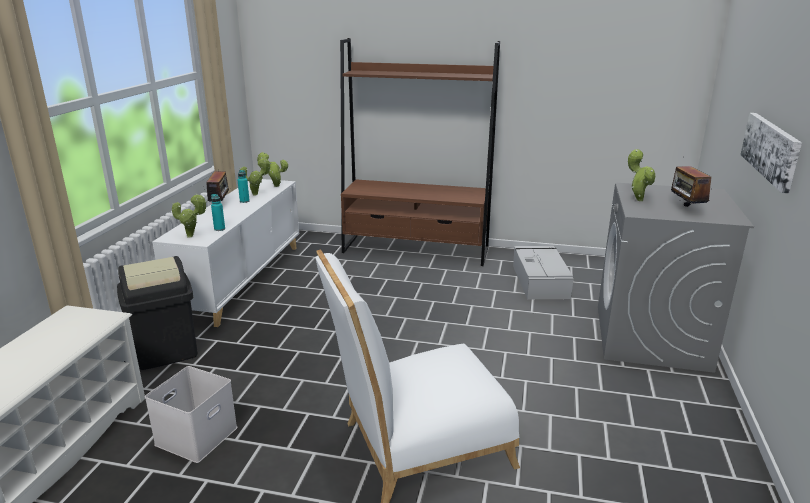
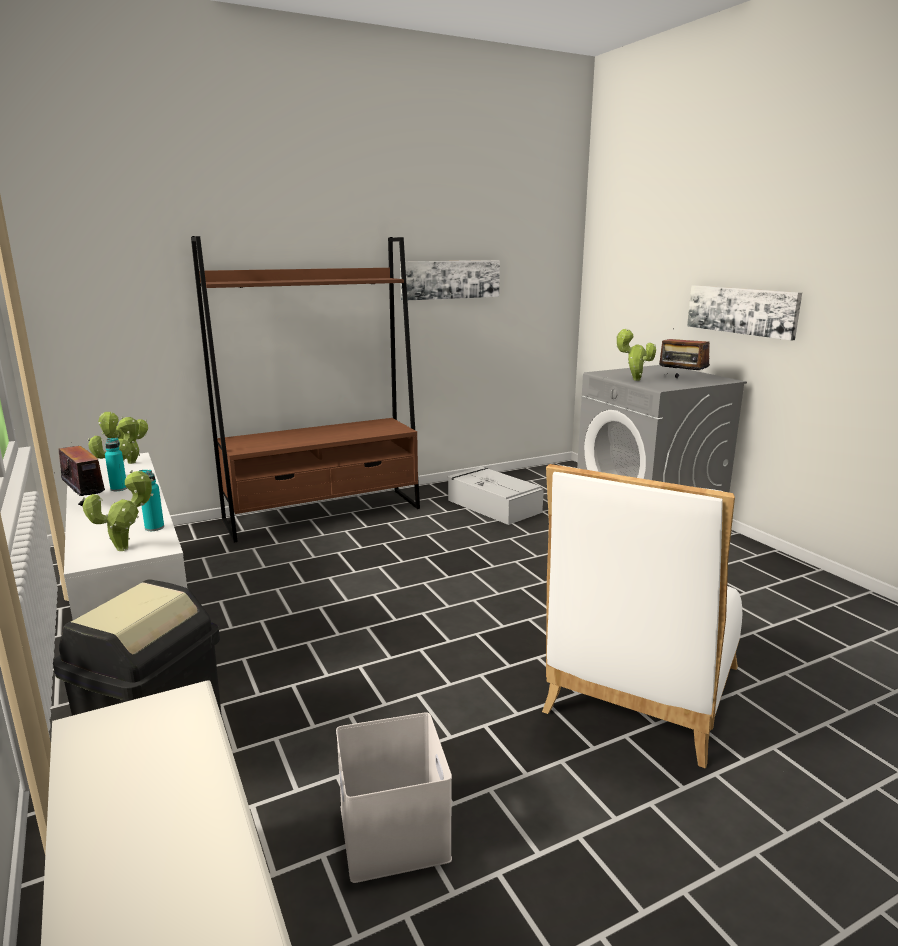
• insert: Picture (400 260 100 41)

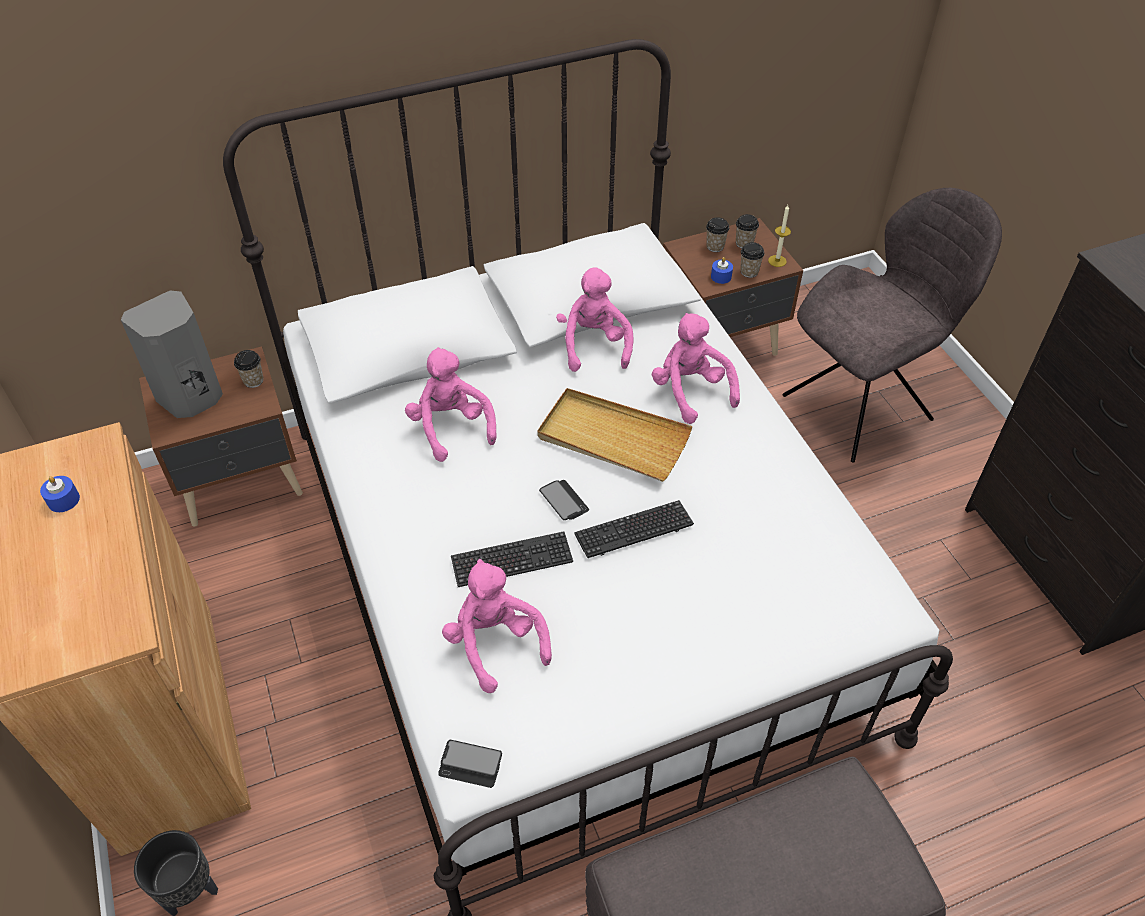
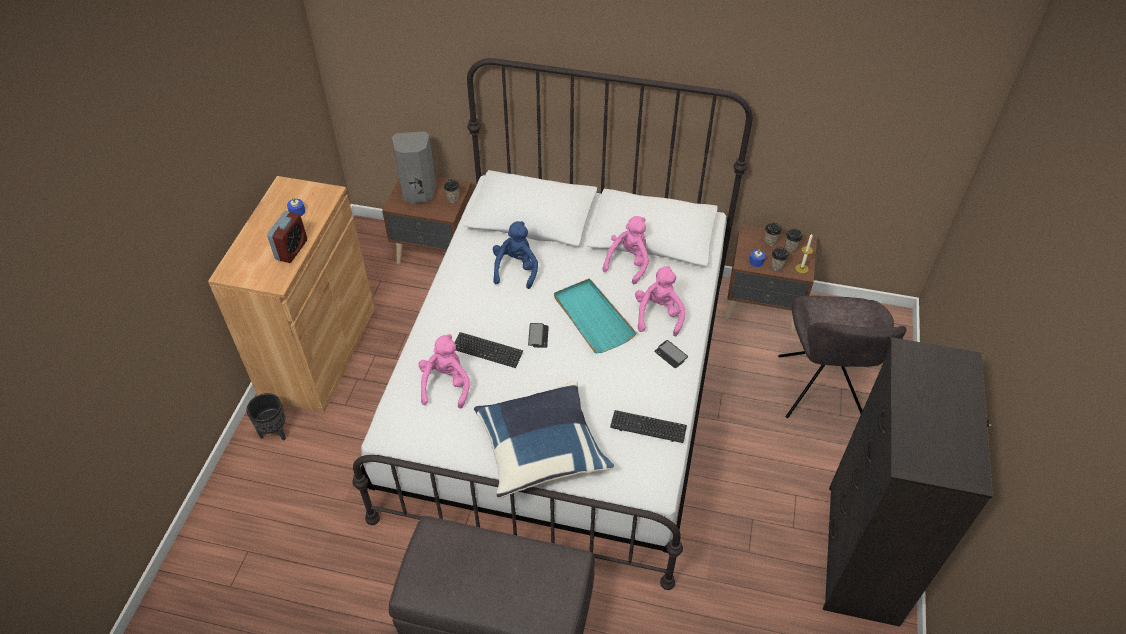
• insert: AlarmClock (267 211 40 52)
• insert: BluePillow (474 381 140 118)
• recolor: PinkPlushToy (405 347 92 115) to BluePlushToy (493 221 45 68)
• recolor: BeigeTray (537 388 155 94) to TurquoiseTray (554 278 83 75)
• move: Keyboard (574 500 120 58) to (610 410 77 33)
• move: Phone (438 740 64 48) to (654 340 34 28)
• rotate: GreyChair (782 188 220 275) = (778 296 129 122) 90 degrees clockwise

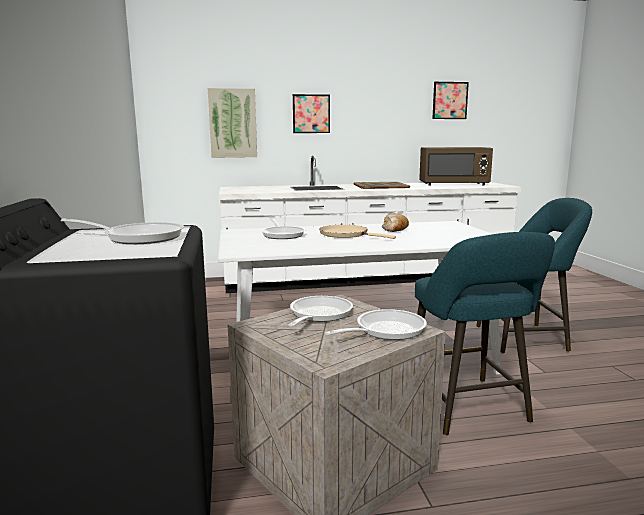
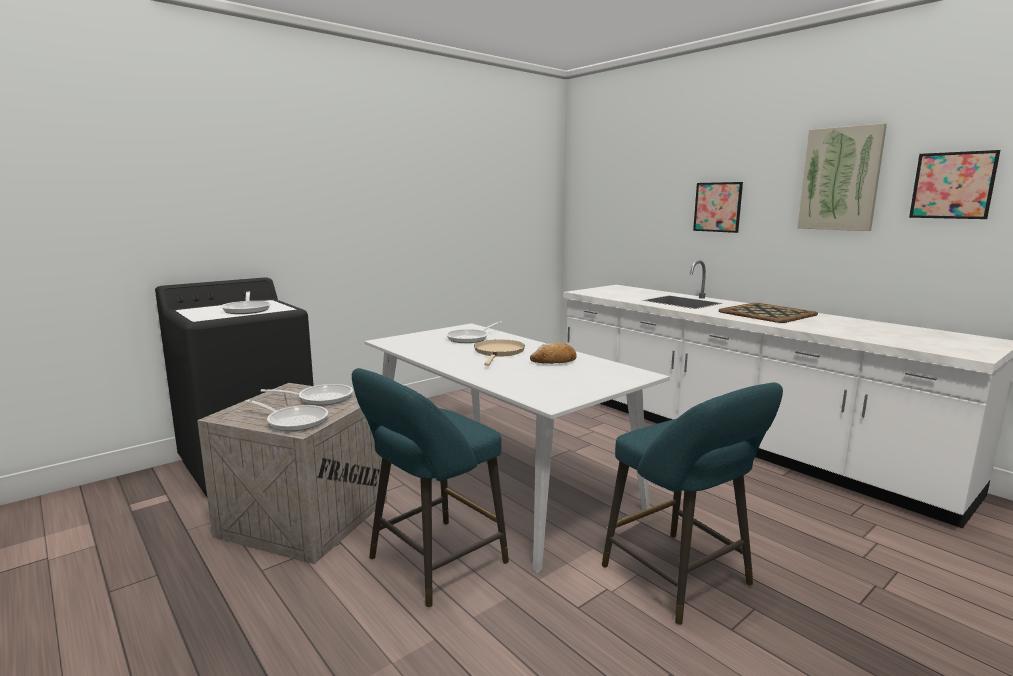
• move: Picture (208 88 49 70) to (797 123 90 108)
• delete: BrownMicrowave (419 147 74 39)

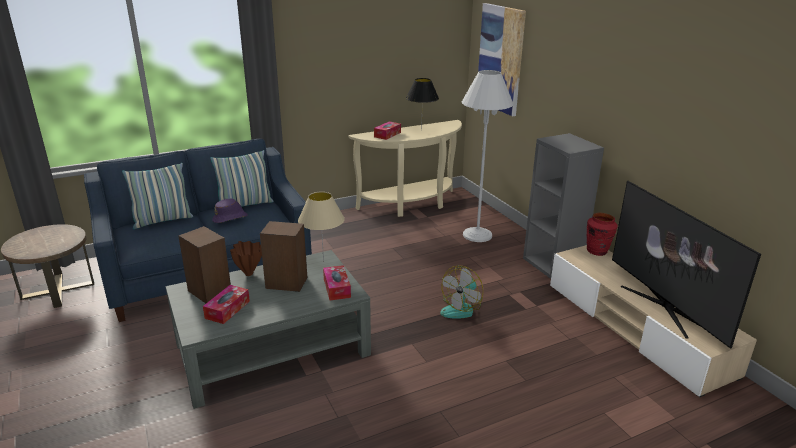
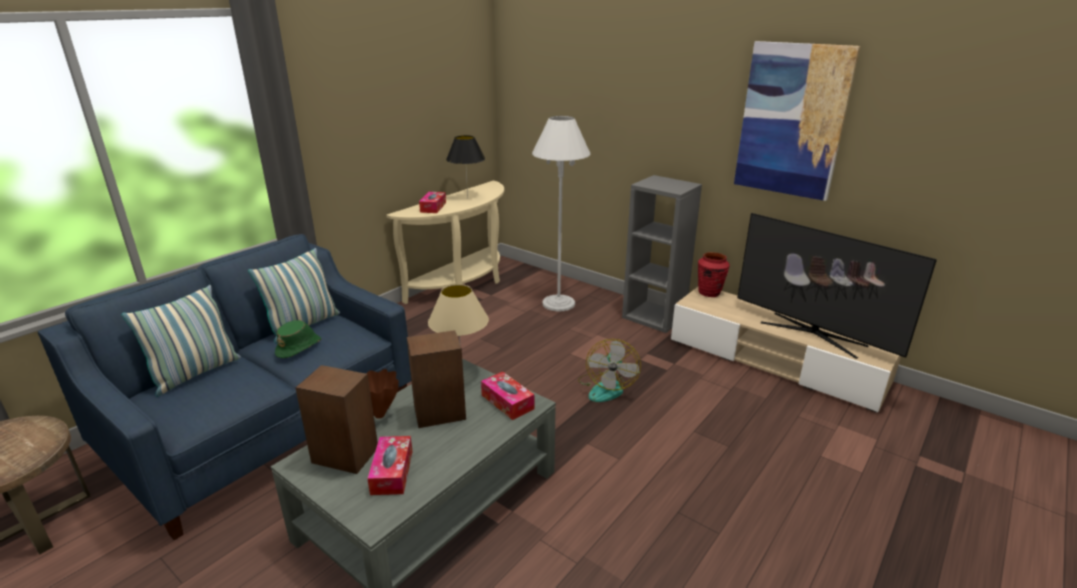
• recolor: PurpleHat (212 198 36 25) to GreenHat (275 320 46 38)
• move: Picture (478 3 48 113) to (734 41 126 160)

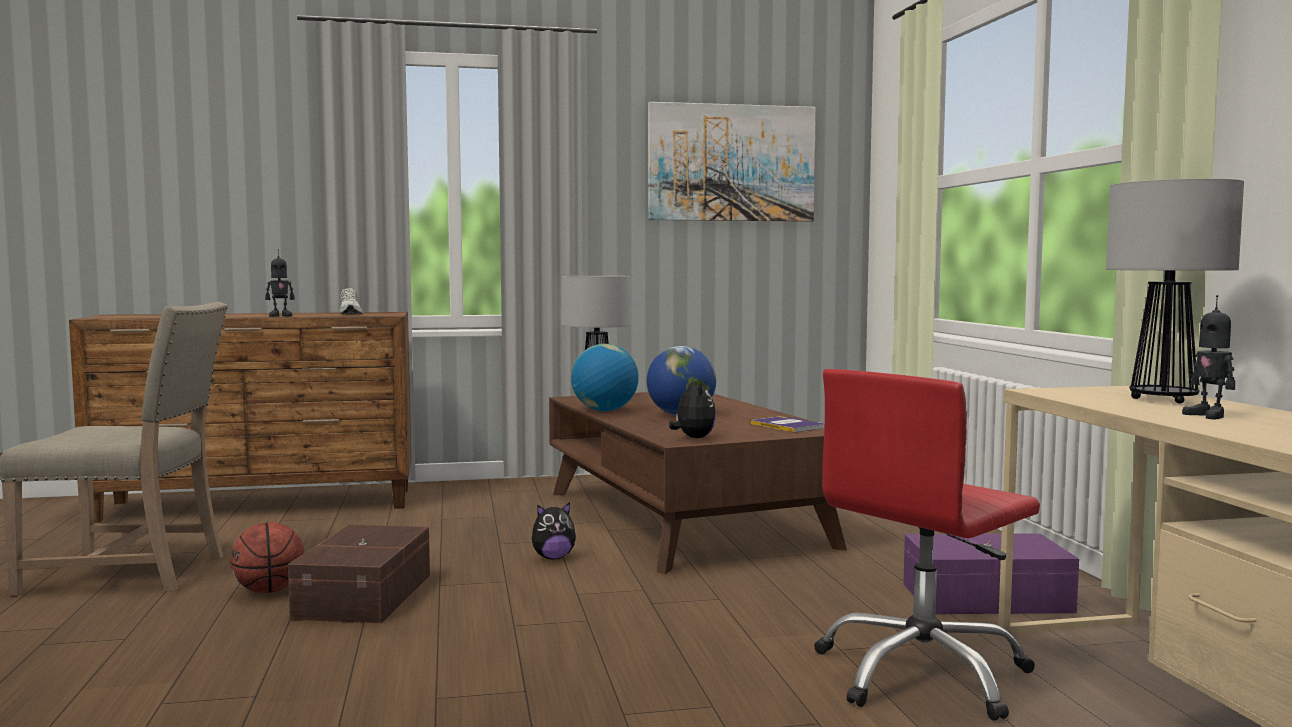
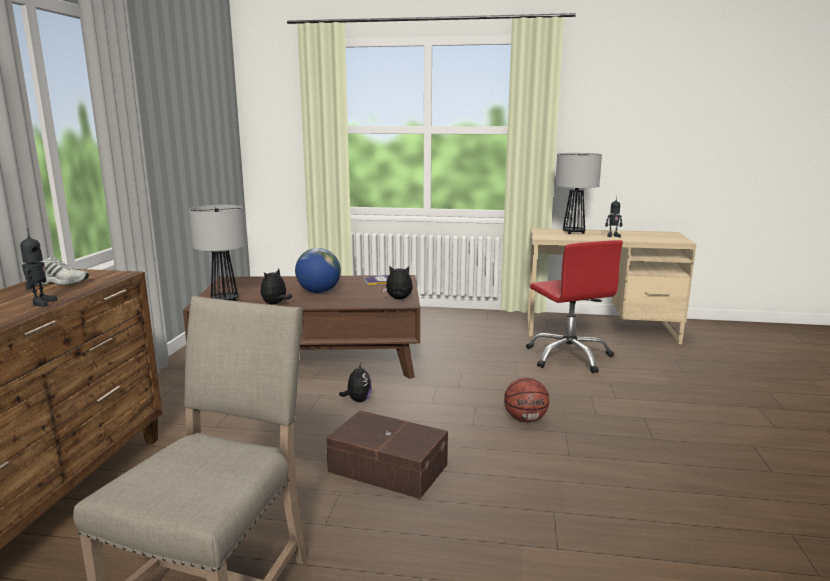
• replace: Globe (571 344 68 67) to PlushToy (260 268 32 36)
• move: Basketball (230 522 75 71) to (504 377 45 45)
• delete: Picture (648 102 168 120)
• delete: PurpleStorageBox (903 533 176 81)

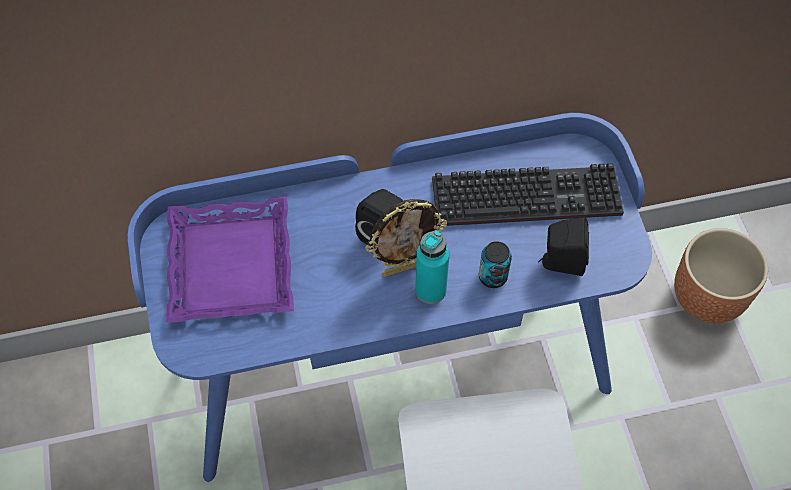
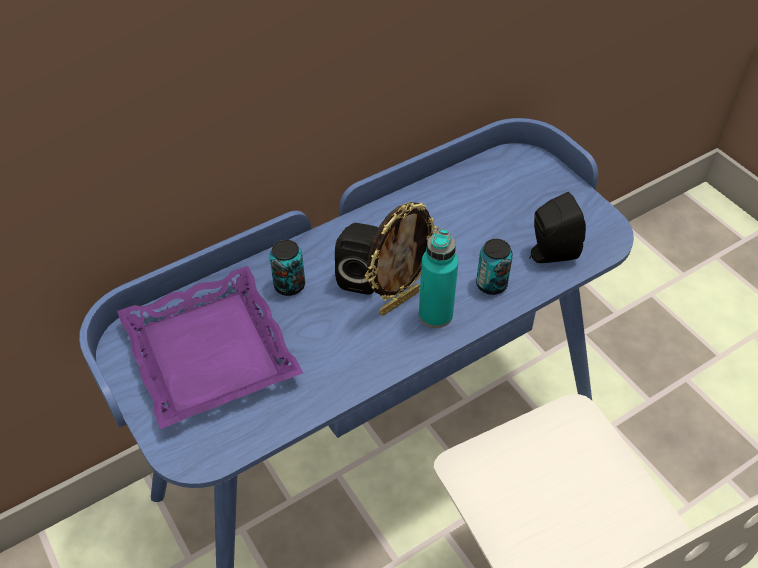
• insert: Can (269 240 36 56)
• delete: Keyboard (432 163 192 63)
• delete: BrownPlanter (674 228 94 95)

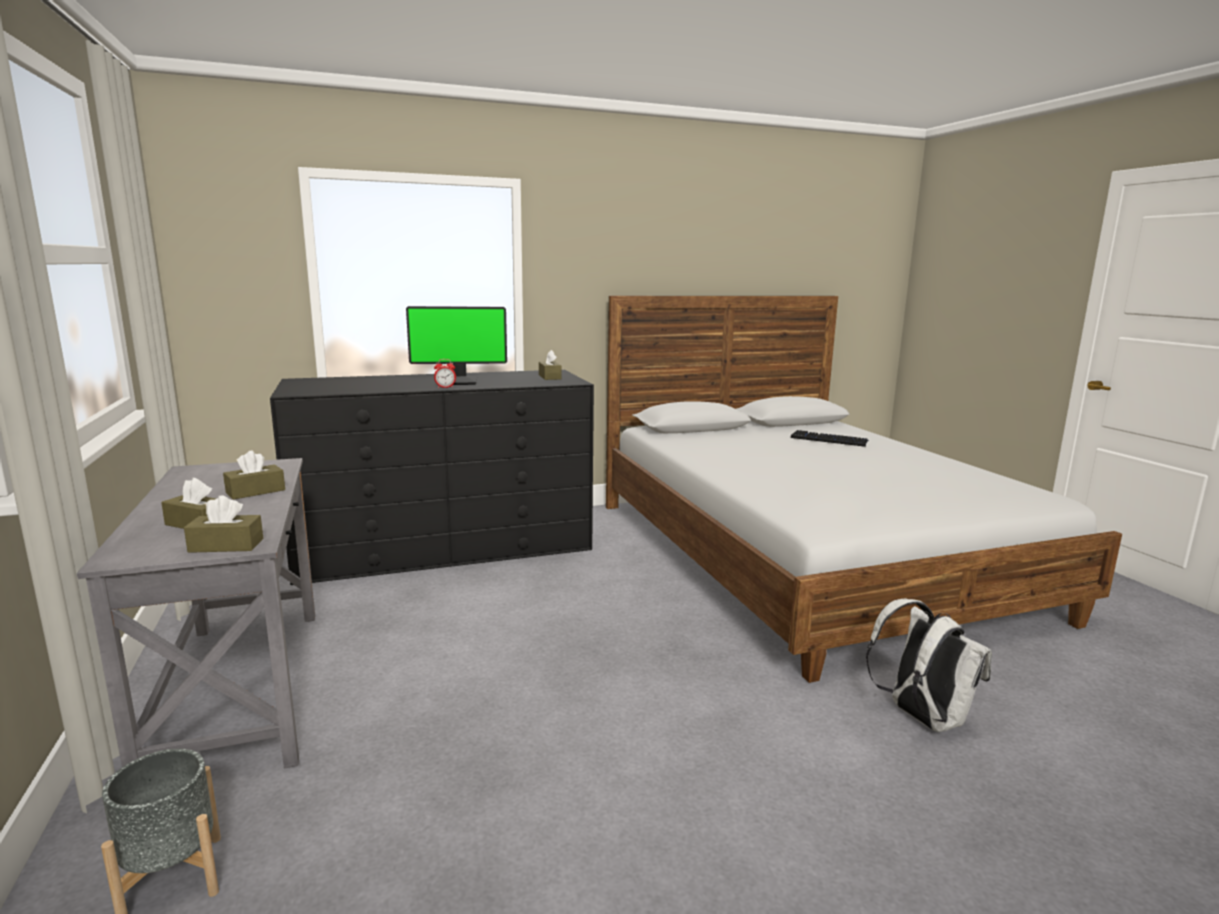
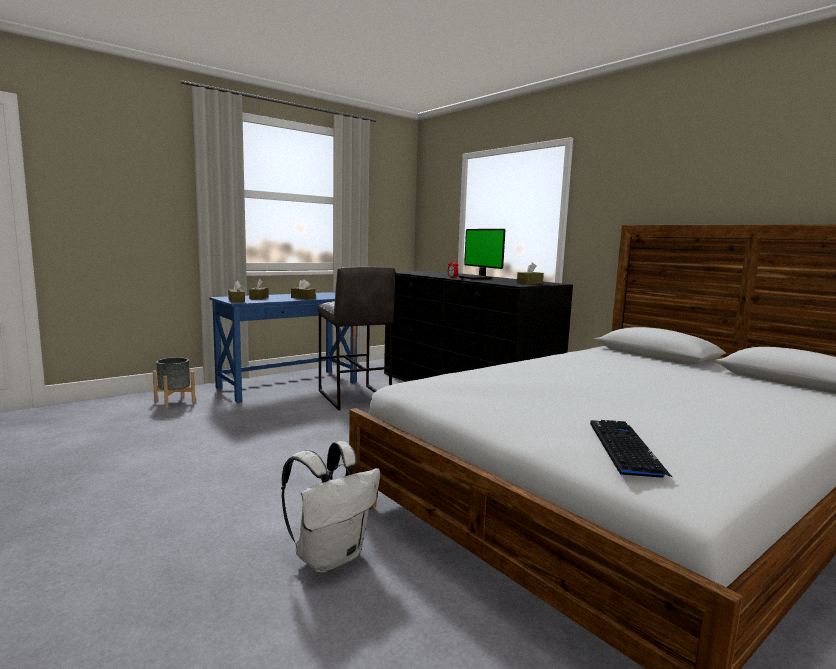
• recolor: GreyDesk (77 458 238 310) to BlueDesk (209 292 148 111)
• insert: GreyStool (318 267 77 143)
• move: Keyboard (791 430 78 17) to (590 420 83 58)

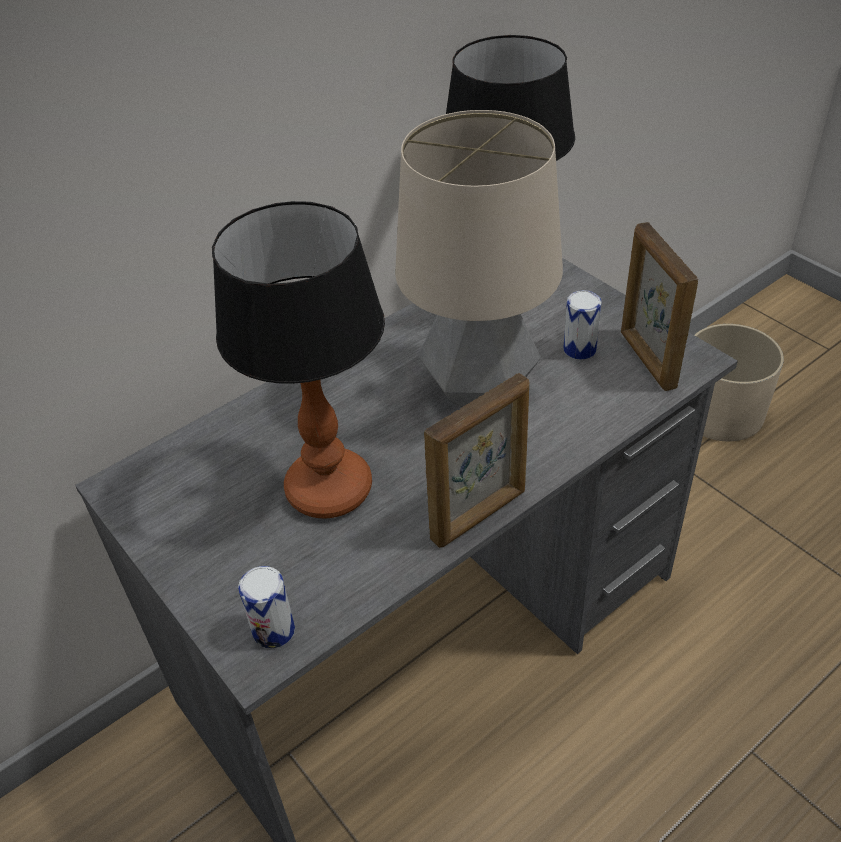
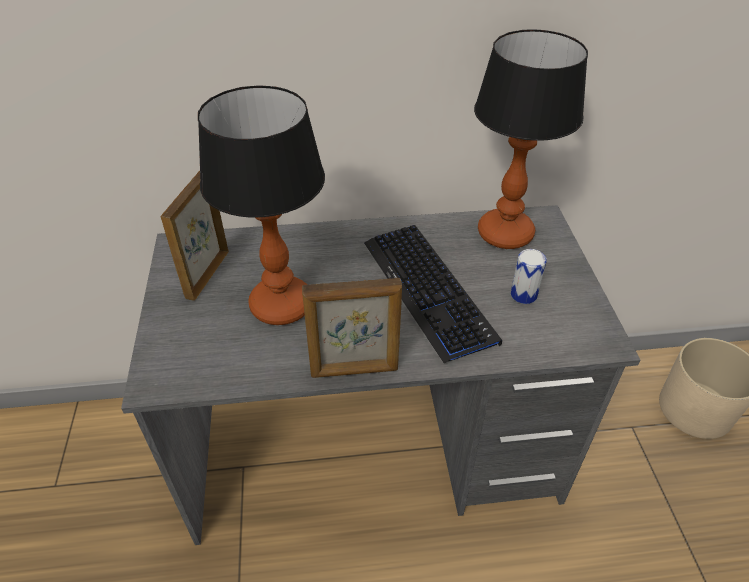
• move: PictureFrame (621 222 77 169) to (161 171 68 130)
• replace: TableLamp (395 110 168 297) to Keyboard (364 225 138 138)
• delete: Can (238 566 57 82)

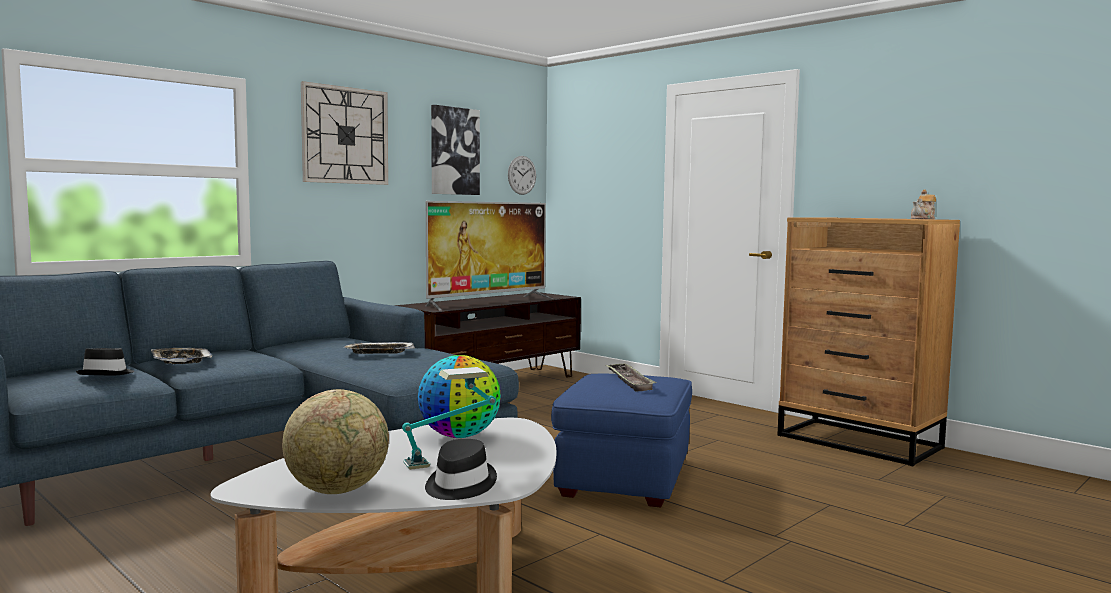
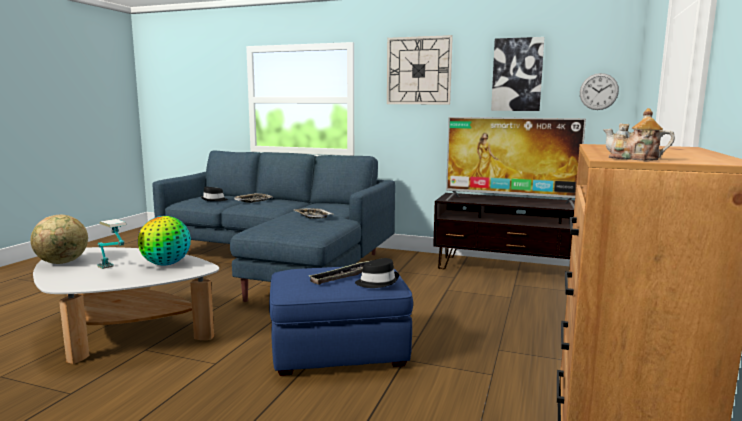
• move: BlackHat (425 439 72 61) to (355 258 44 30)

